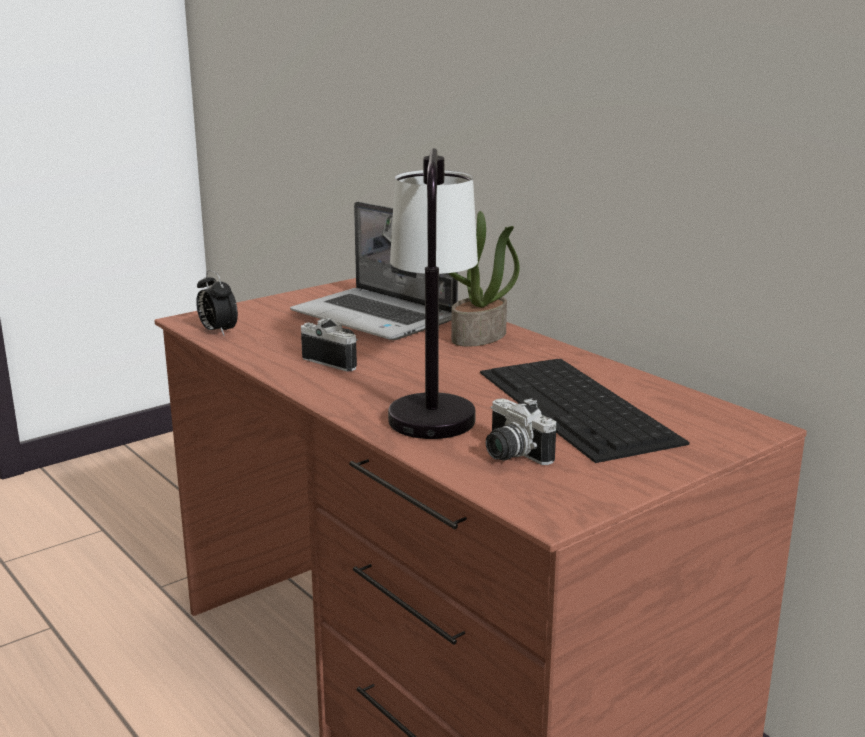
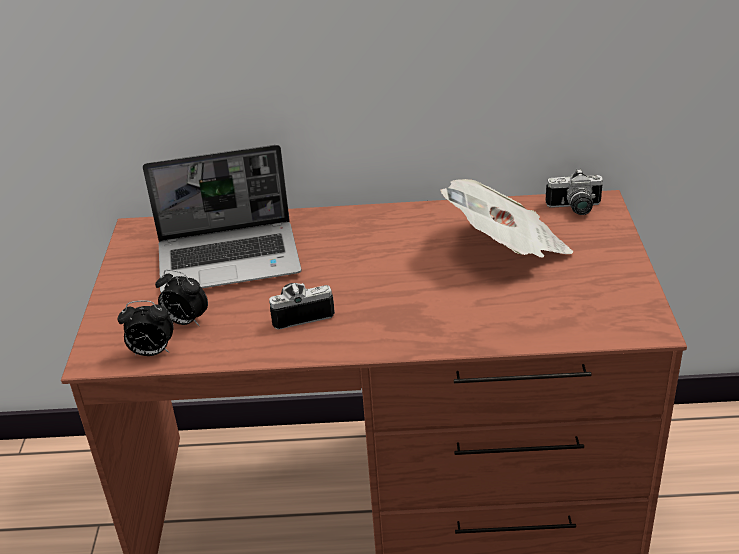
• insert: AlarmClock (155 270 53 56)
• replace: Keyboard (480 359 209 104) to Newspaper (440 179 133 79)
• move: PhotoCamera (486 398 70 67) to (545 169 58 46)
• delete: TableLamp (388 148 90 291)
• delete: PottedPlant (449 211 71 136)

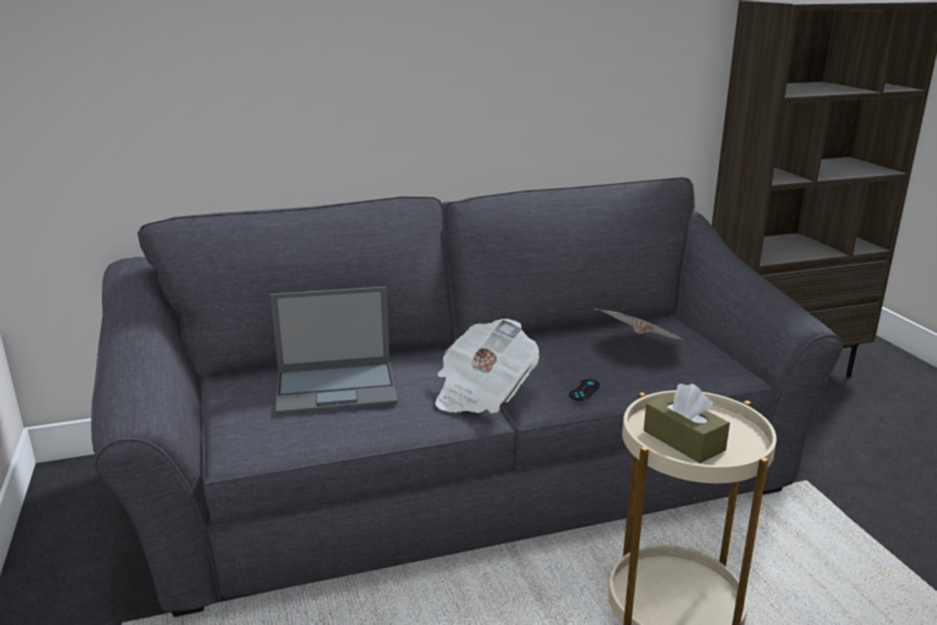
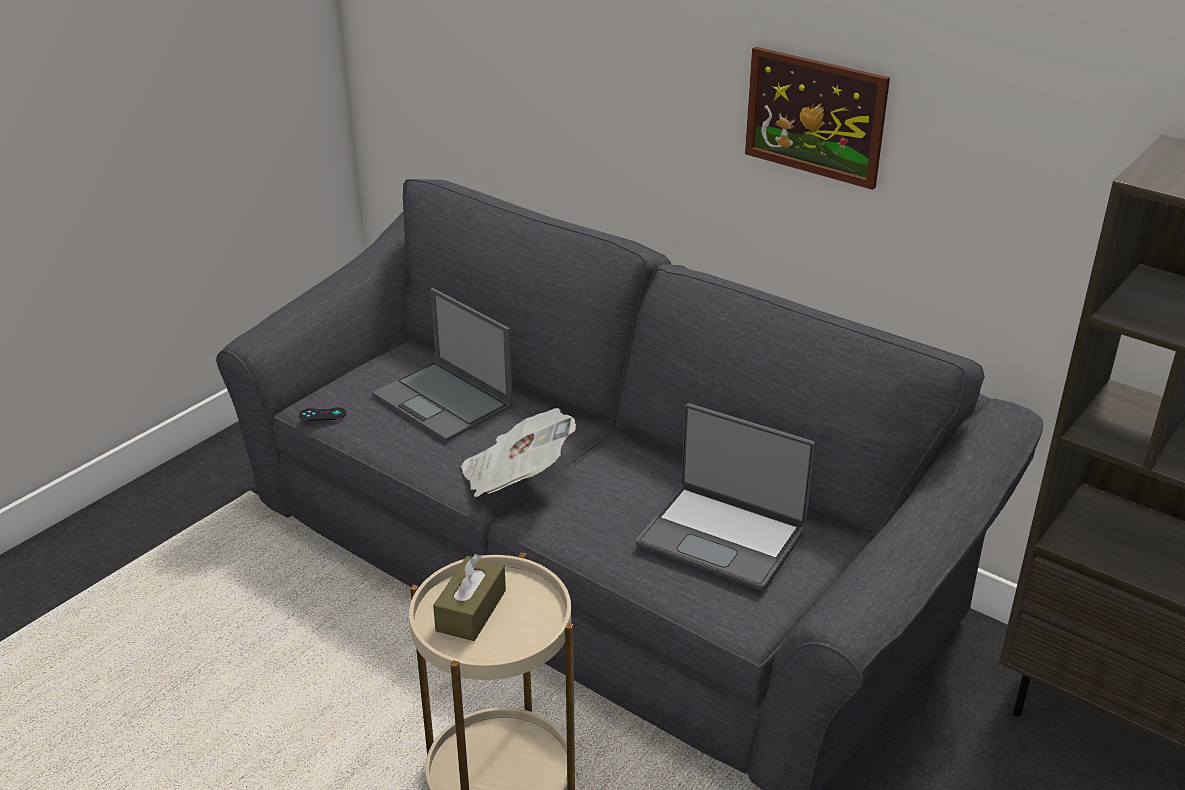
• move: BlackGameController (569 379 31 22) to (299 407 47 14)
• replace: Newspaper (595 309 87 30) to Laptop (636 404 179 187)
• insert: Picture (745 47 145 143)

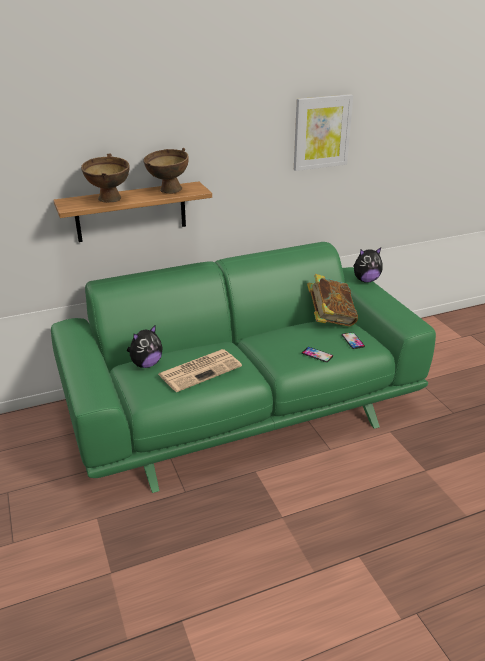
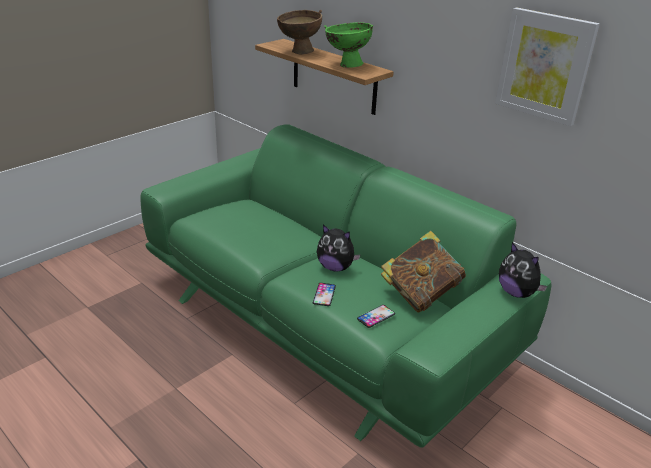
• move: PlushToy (127 325 36 43) to (317 225 44 46)
• recolor: BrownBowl (143 148 46 46) to GreenBowl (324 22 49 46)
• delete: Newspaper (158 349 84 43)

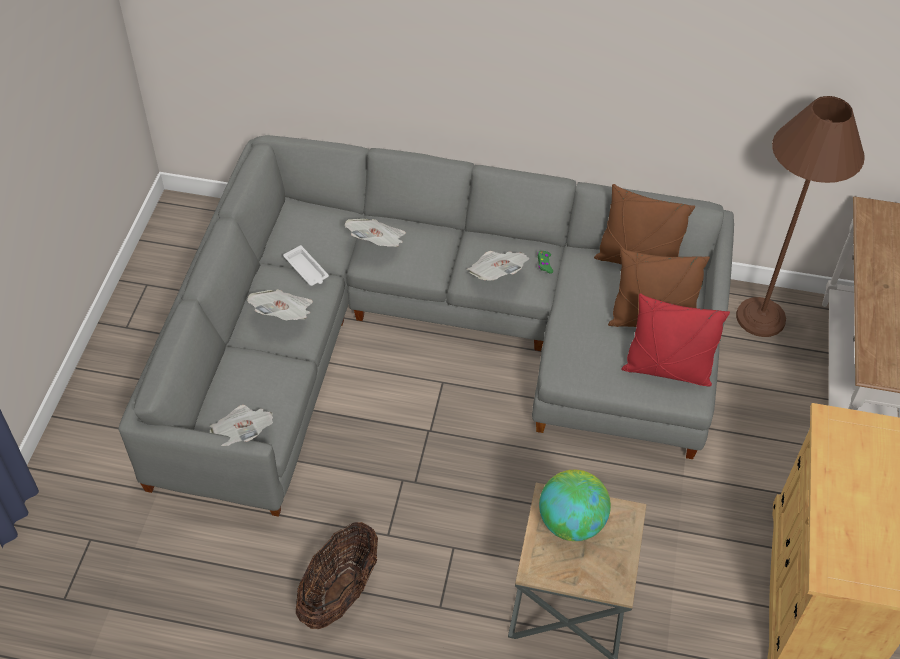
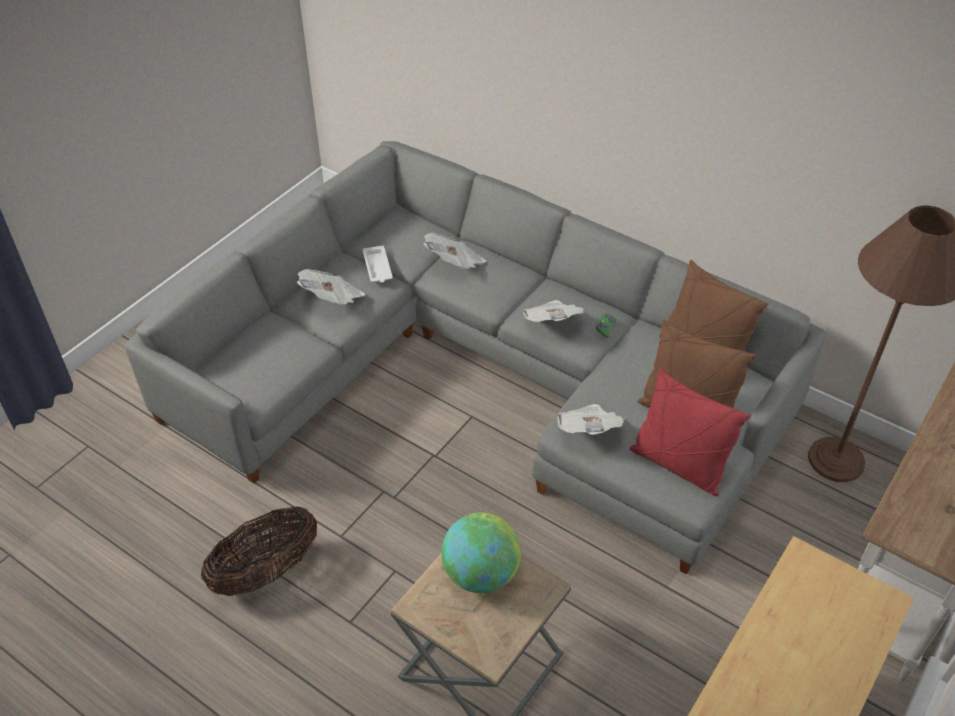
• move: Newspaper (210 405 63 41) to (557 404 67 31)

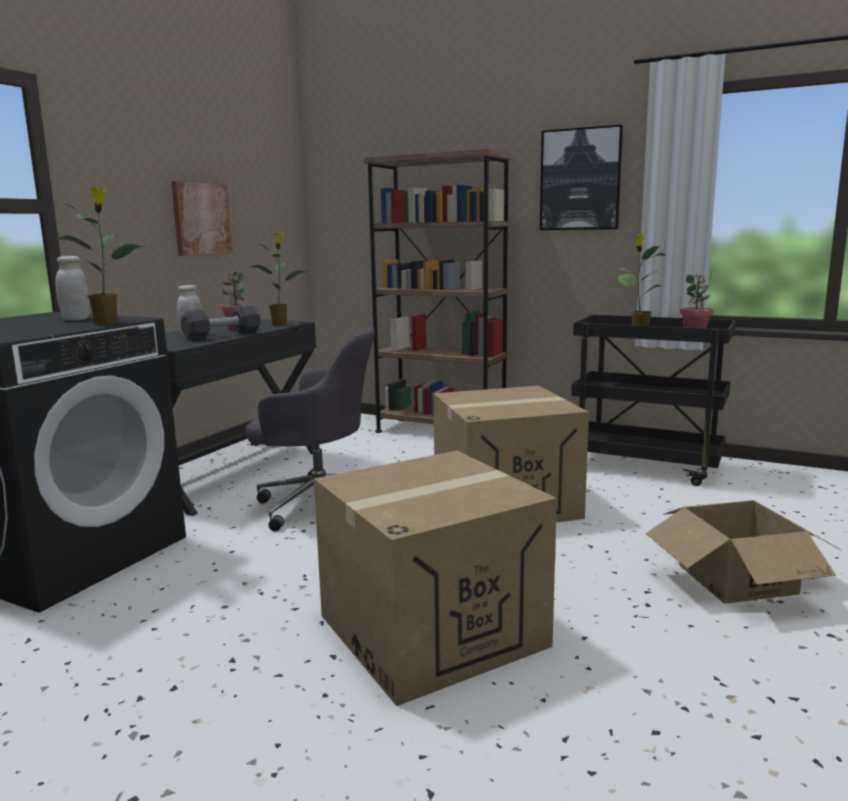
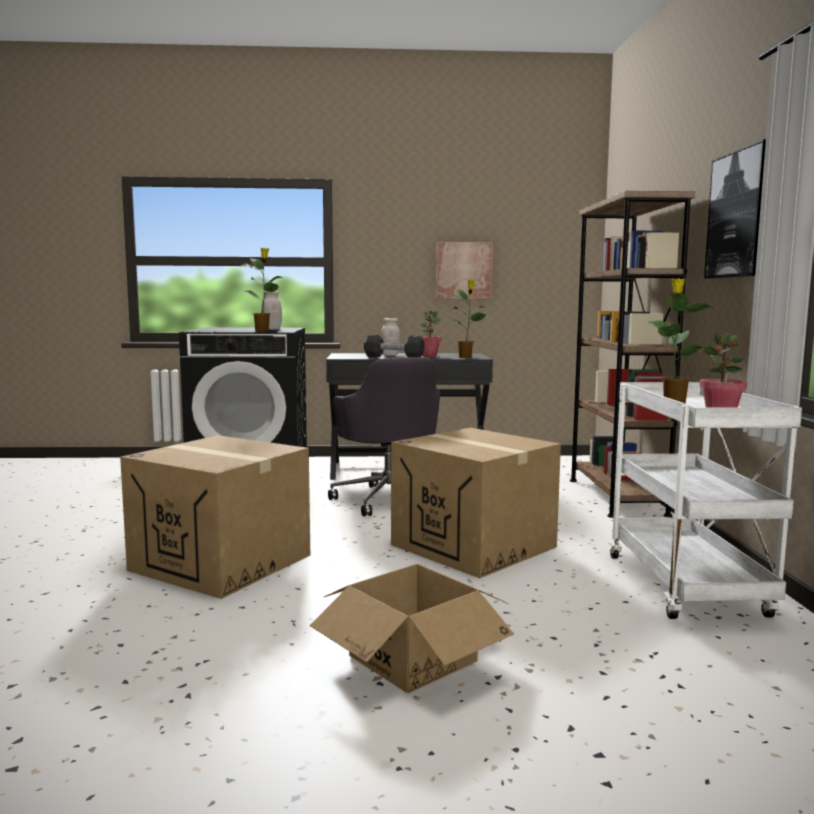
• recolor: BlackCart (571 314 165 172) to WhiteCart (610 382 192 237)

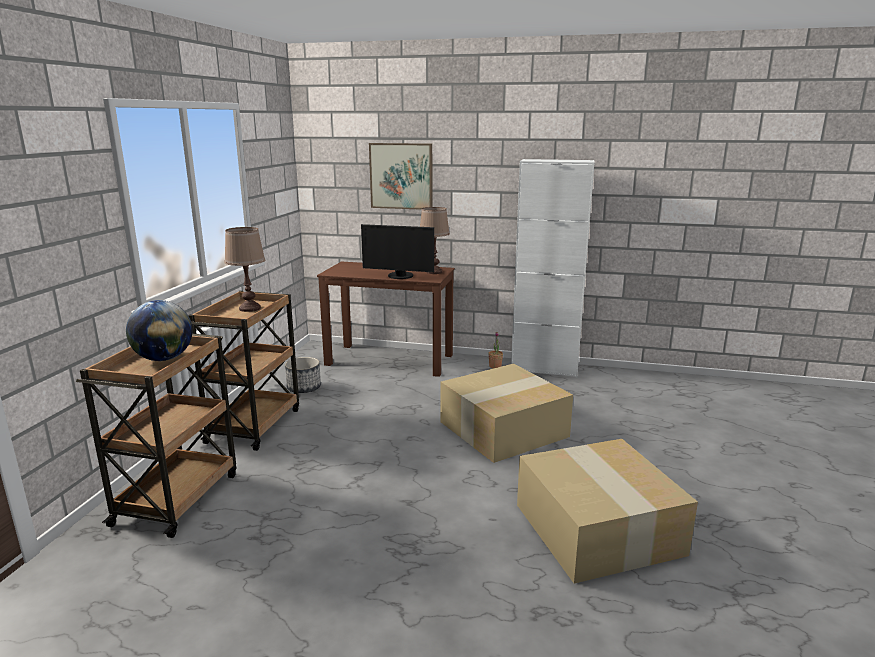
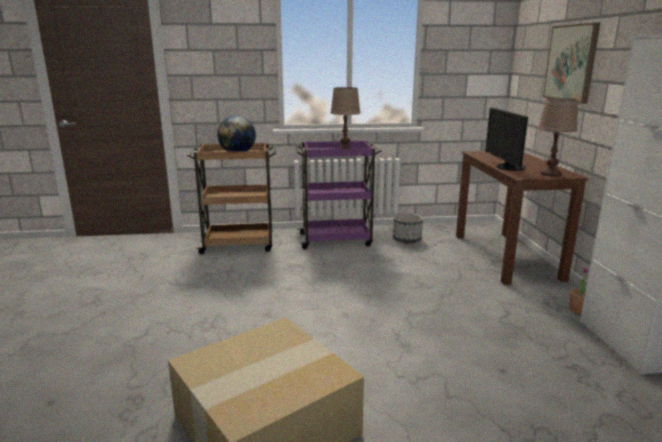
• recolor: BrownCart (188 291 111 160) to PurpleCart (296 141 85 108)
• delete: CardboardBox (440 364 133 99)

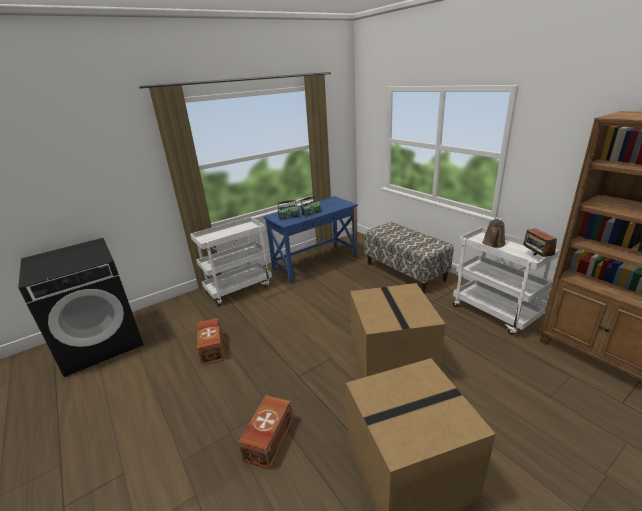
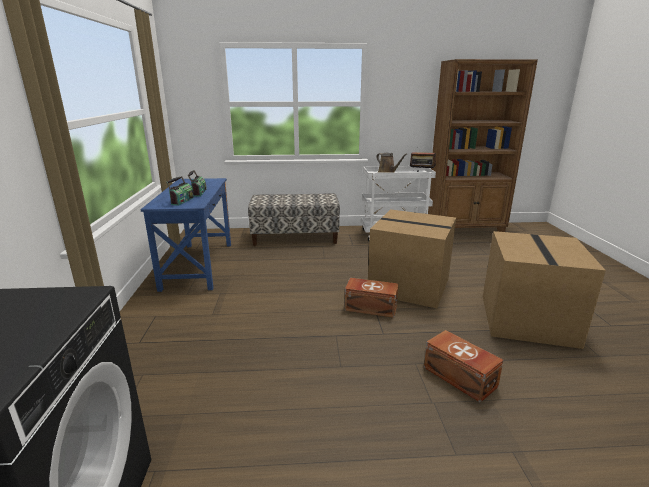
• move: BrownStorageBox (197 318 27 47) to (344 278 55 40)
• delete: WhiteCart (190 217 82 89)

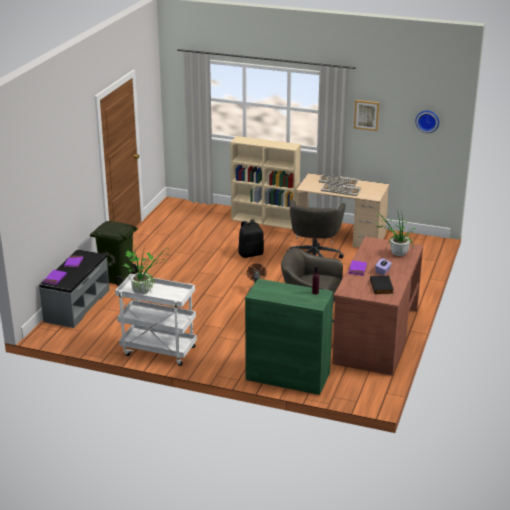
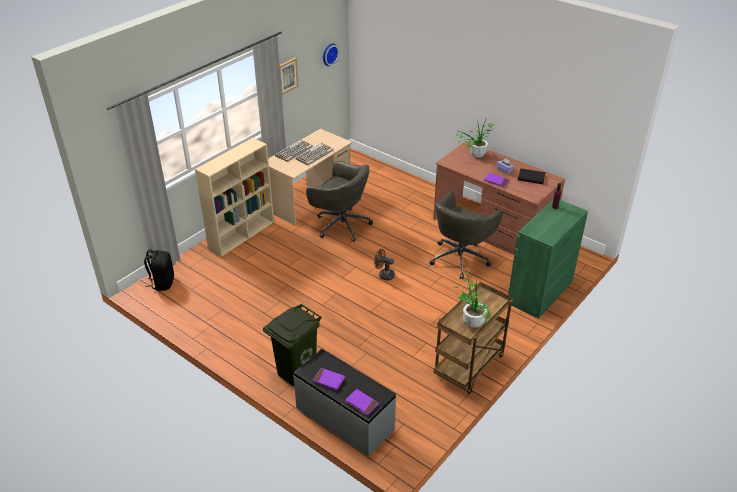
• move: BlackBackpack (238 220 26 38) to (144 249 30 42)
• recolor: WhiteCart (115 274 82 92) to BrownCart (434 282 79 112)

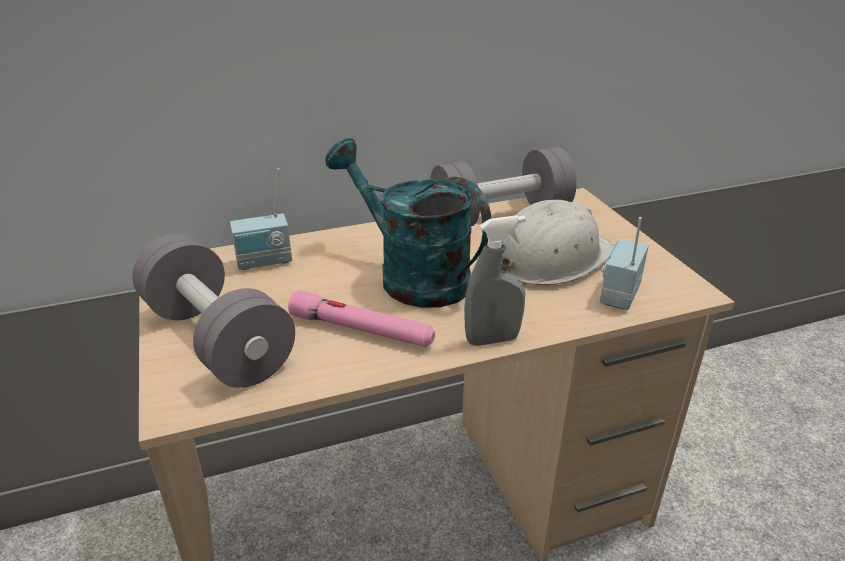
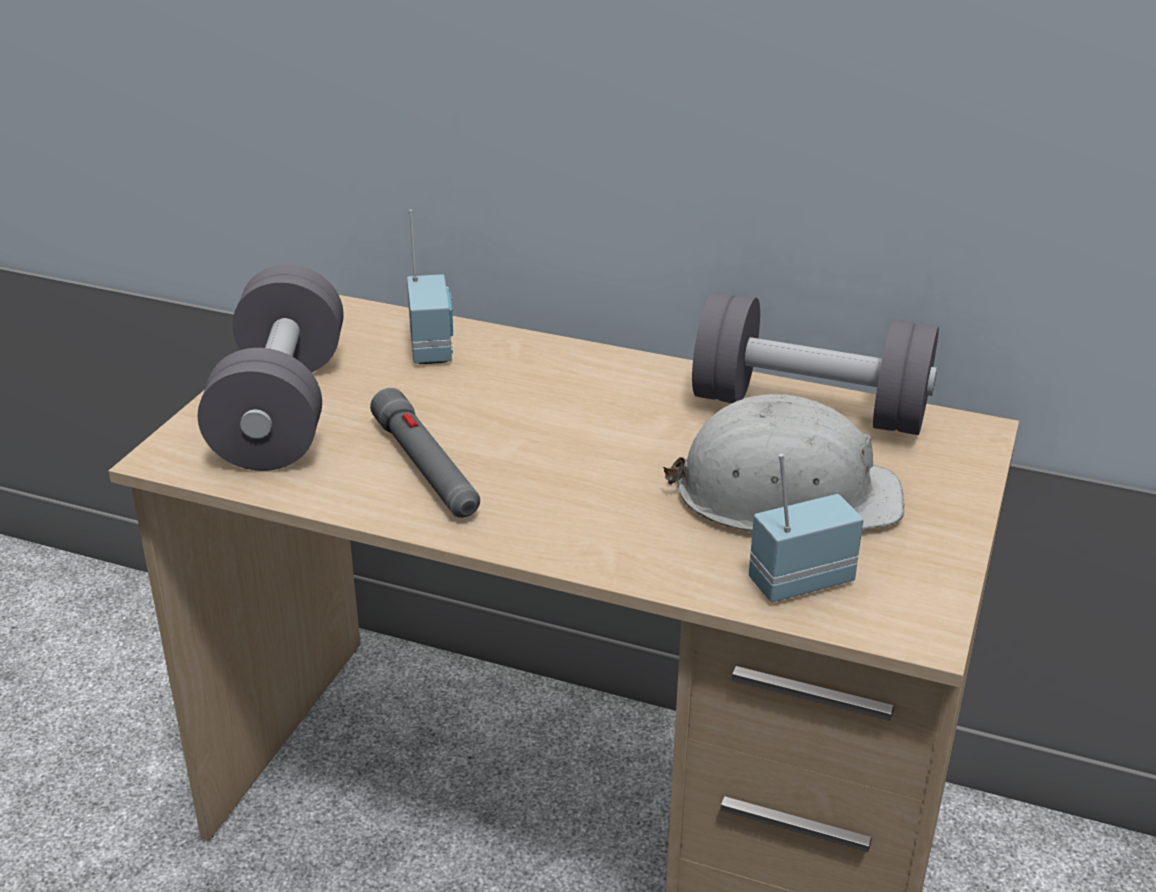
• recolor: PinkFlashlight (288 290 147 57) to GreyFlashlight (370 388 110 130)
• rotate: Radio (230 168 62 102) = (407 210 46 154) 120 degrees counterclockwise
• delete: TurquoiseWateringCan (325 138 166 170)
• delete: GreySprayBottle (464 215 62 131)

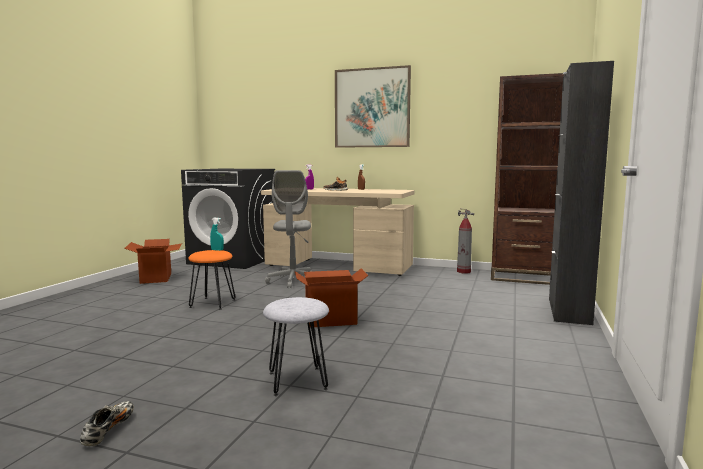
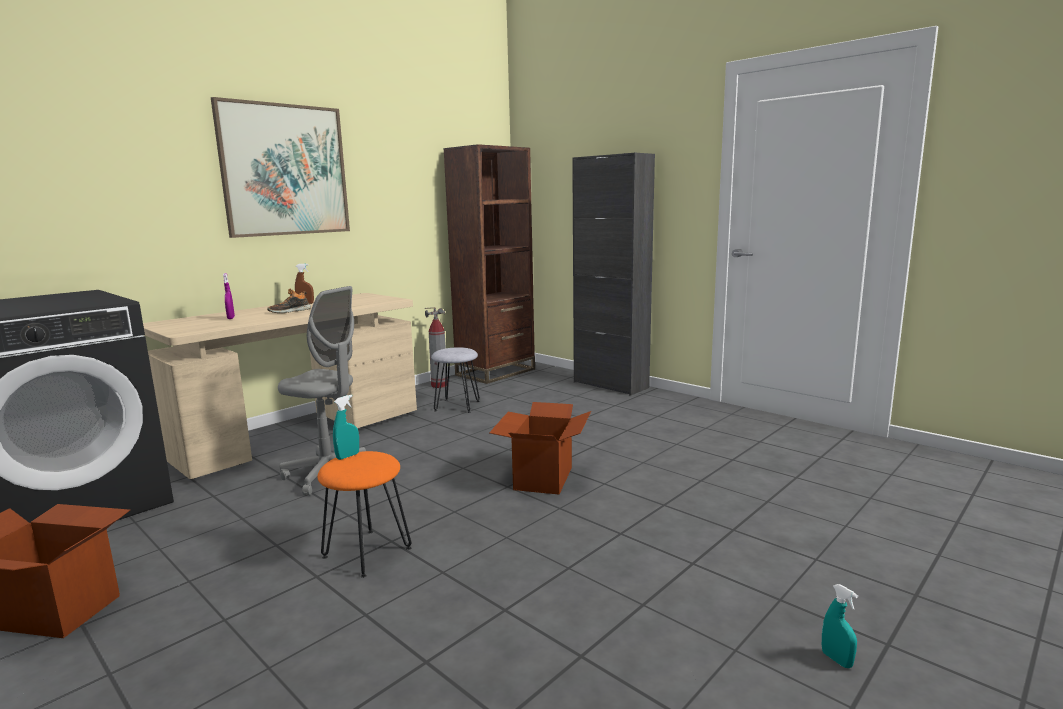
• move: GreyStool (263 297 66 99) to (431 347 49 66)
• replace: Shoe (80 401 54 45) to TurquoiseSprayBottle (822 584 36 84)

